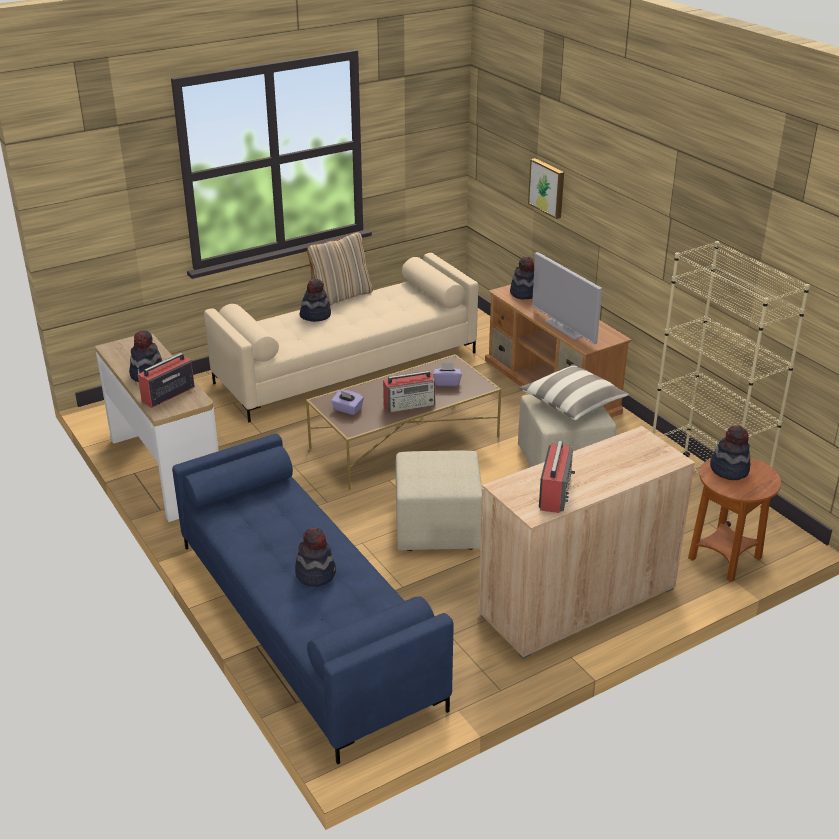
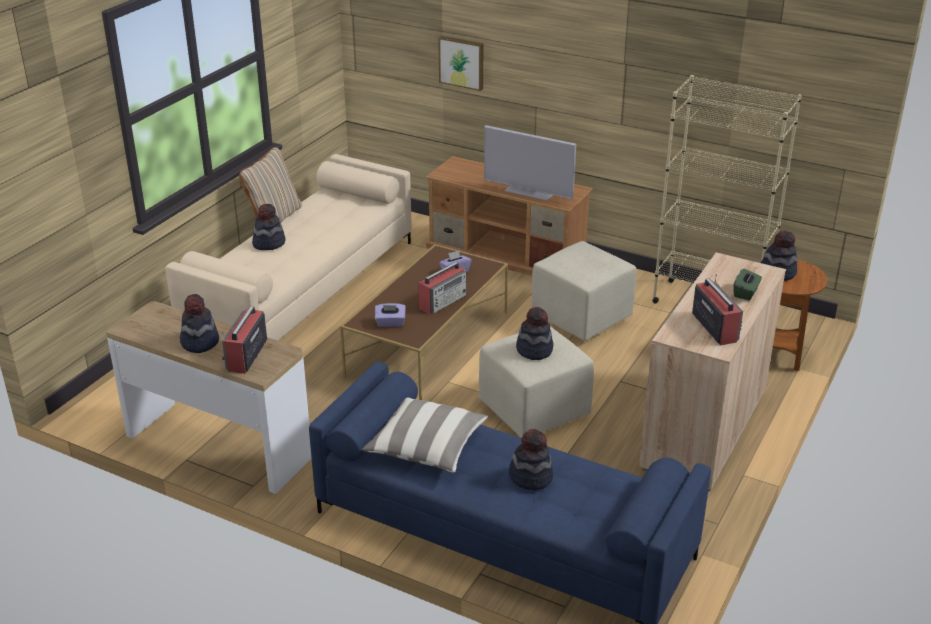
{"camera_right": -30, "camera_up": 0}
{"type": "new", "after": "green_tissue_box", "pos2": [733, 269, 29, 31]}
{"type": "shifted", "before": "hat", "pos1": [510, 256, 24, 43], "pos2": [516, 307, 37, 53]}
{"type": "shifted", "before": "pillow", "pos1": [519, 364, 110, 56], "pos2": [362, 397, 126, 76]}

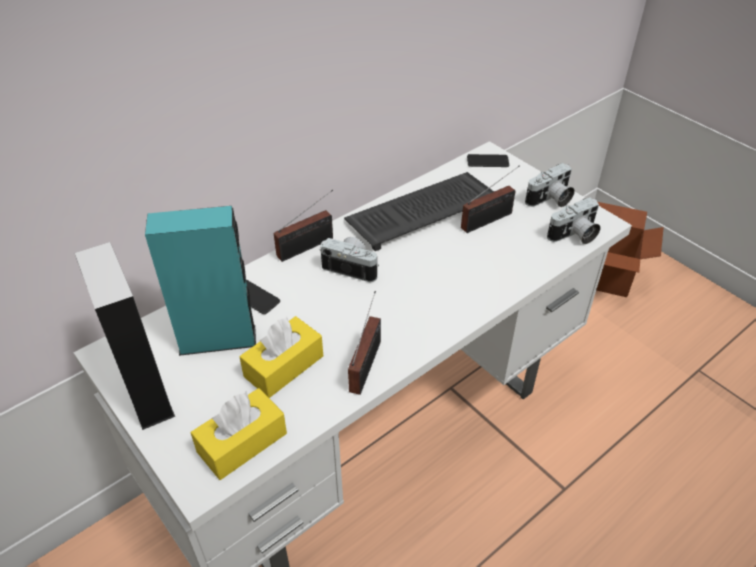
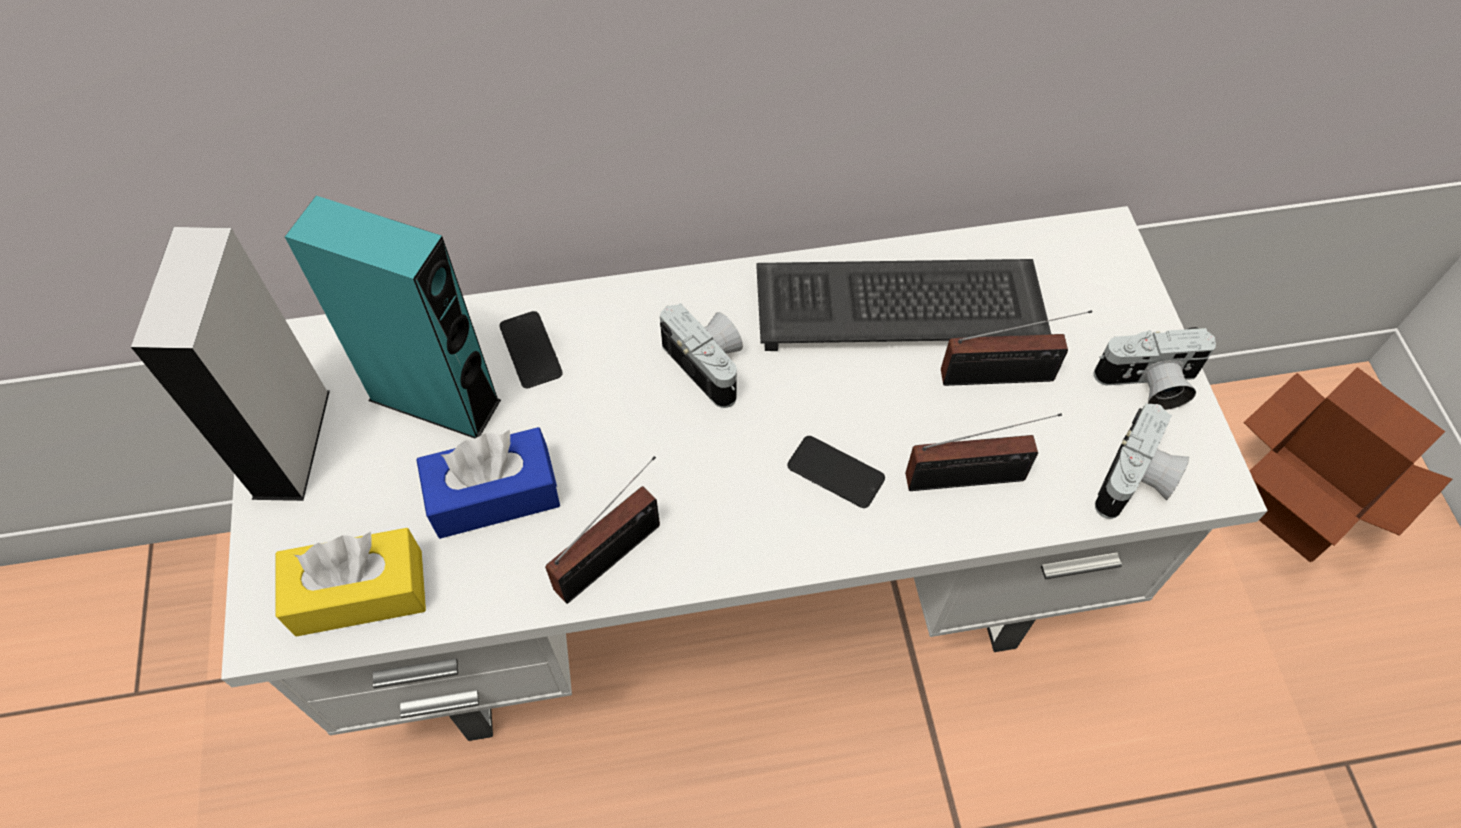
{"camera_right": 30, "camera_up": 15}
{"type": "shifted", "before": "radio", "pos1": [274, 189, 59, 73], "pos2": [905, 413, 157, 78]}
{"type": "shifted", "before": "phone", "pos1": [467, 154, 42, 13], "pos2": [787, 436, 98, 72]}
{"type": "repainted", "before": "yellow_tissue_box", "after": "blue_tissue_box", "pos1": [240, 316, 83, 82], "pos2": [416, 427, 144, 112]}
{"type": "rotated", "before": "photo_camera", "pos1": [547, 197, 54, 47], "pos2": [1095, 404, 94, 115], "turn": -60}

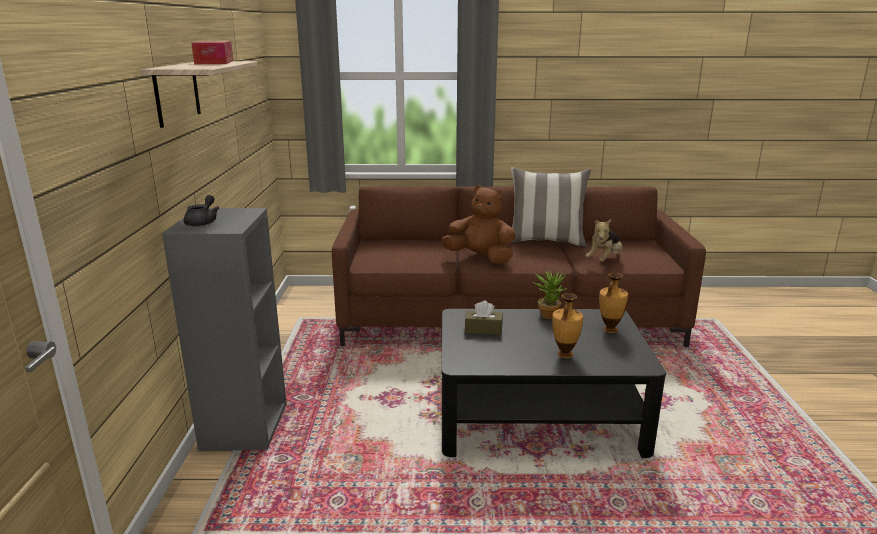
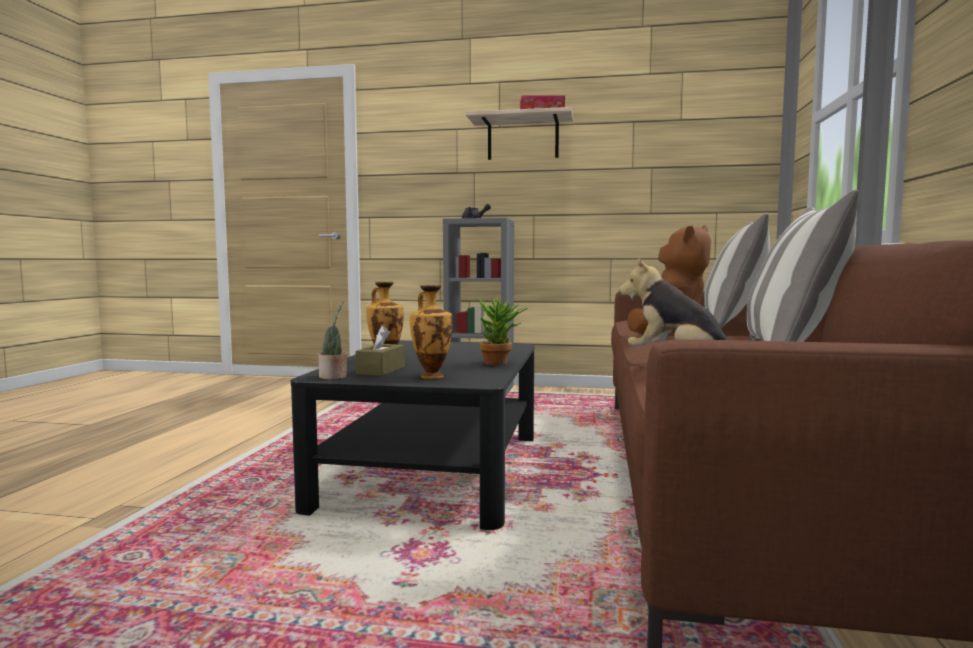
{"camera_right": 100, "camera_up": -15}
{"type": "new", "after": "potted_plant", "pos2": [318, 301, 29, 78]}
{"type": "new", "after": "pillow", "pos2": [704, 213, 66, 115]}
{"type": "shifted", "before": "brown_tissue_box", "pos1": [465, 300, 38, 35], "pos2": [356, 325, 49, 51]}

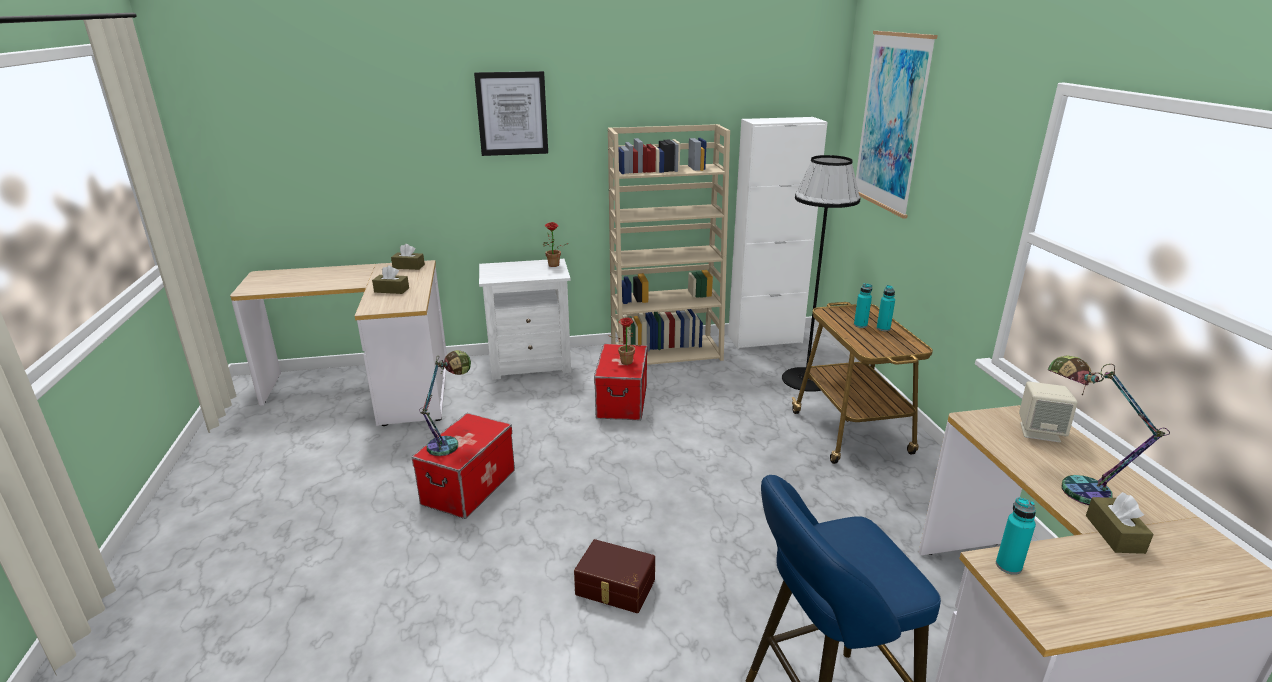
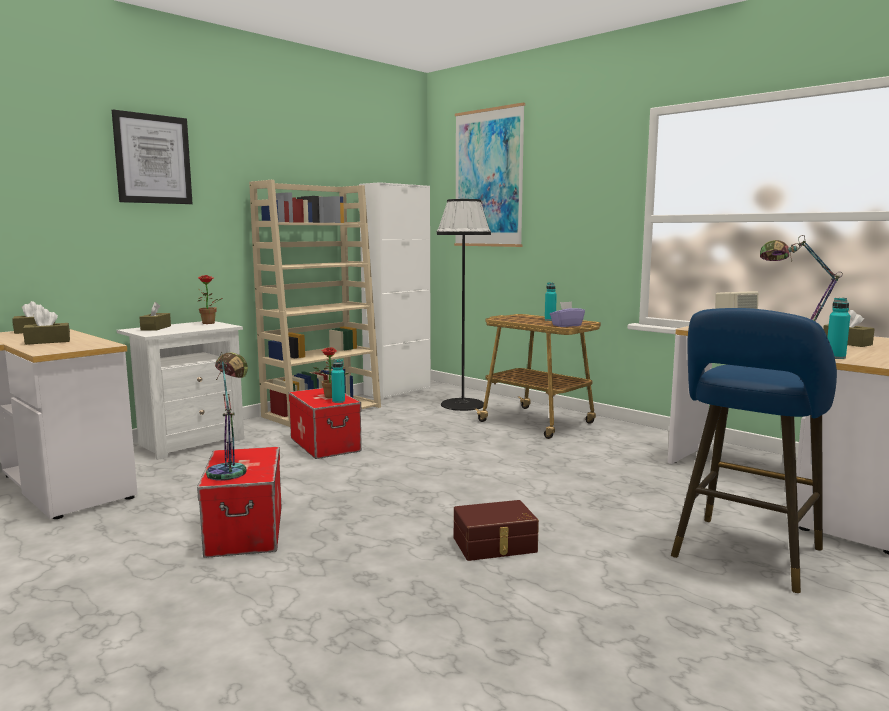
{"camera_right": -35, "camera_up": -15}
{"type": "new", "after": "brown_tissue_box", "pos2": [139, 302, 32, 29]}
{"type": "new", "after": "purple_tissue_box", "pos2": [550, 301, 35, 26]}
{"type": "shifted", "before": "turquoise_bottle", "pos1": [854, 283, 18, 45], "pos2": [331, 359, 14, 44]}

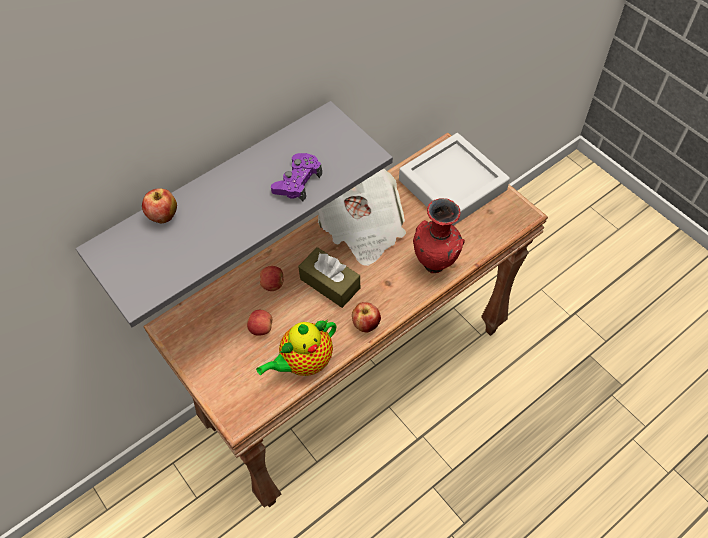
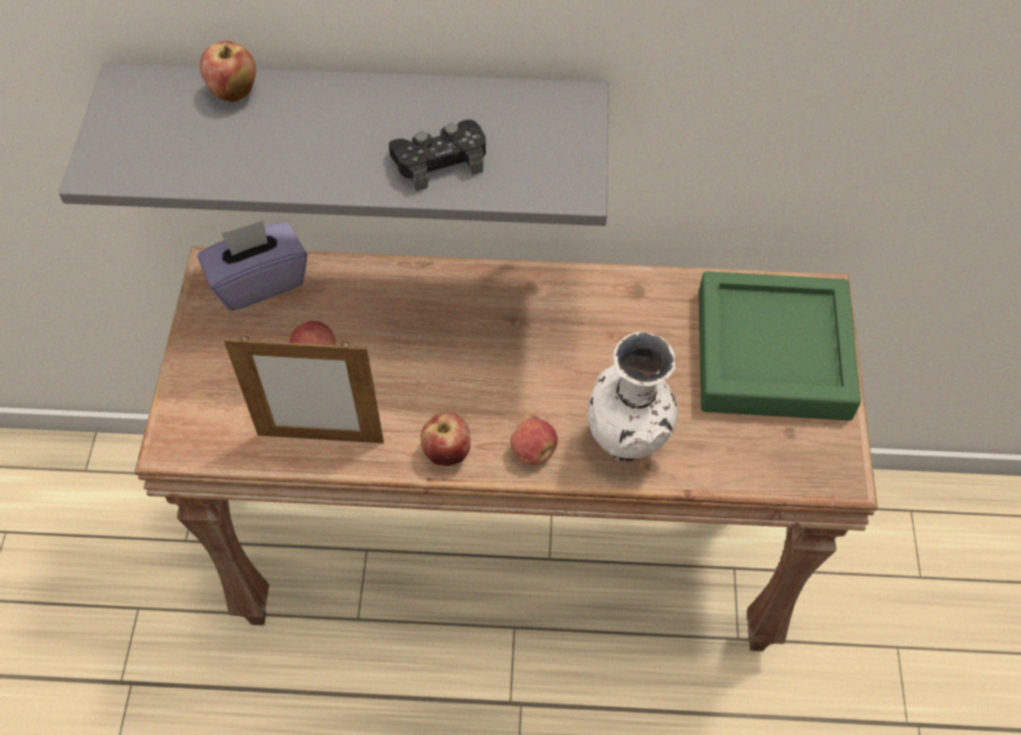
{"camera_right": 40, "camera_up": 0}
{"type": "gone", "before": "brown_tissue_box", "pos1": [298, 247, 62, 61]}
{"type": "gone", "before": "newspaper", "pos1": [318, 168, 88, 98]}
{"type": "new", "after": "purple_tissue_box", "pos2": [198, 220, 109, 91]}
{"type": "shifted", "before": "apple", "pos1": [260, 266, 23, 25], "pos2": [510, 418, 48, 47]}
{"type": "swapped", "before": "teapot", "after": "picture_frame", "pos1": [256, 319, 80, 57], "pos2": [224, 336, 160, 107]}
{"type": "repainted", "before": "purple_game_controller", "after": "black_game_controller", "pos1": [271, 153, 51, 48], "pos2": [389, 120, 97, 71]}
{"type": "repainted", "before": "grey_tray", "after": "green_tray", "pos1": [399, 133, 111, 93], "pos2": [699, 271, 162, 150]}
{"type": "repainted", "before": "red_vase", "after": "white_vase", "pos1": [413, 198, 52, 75], "pos2": [588, 332, 90, 130]}

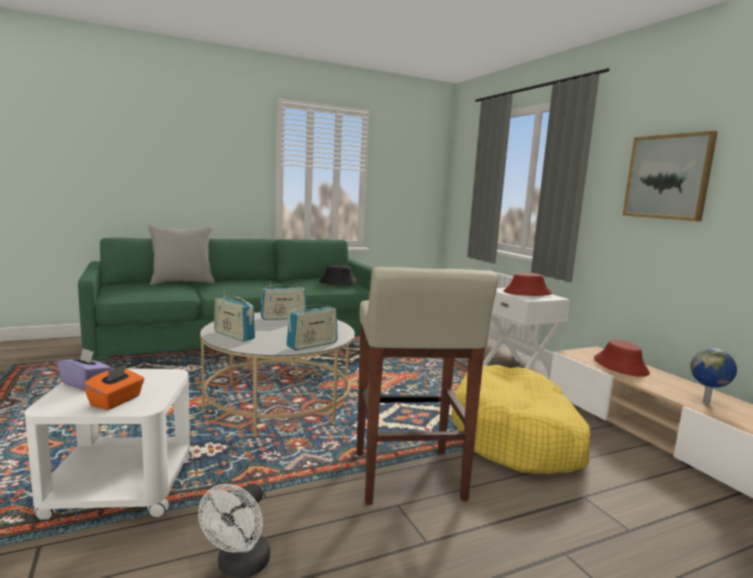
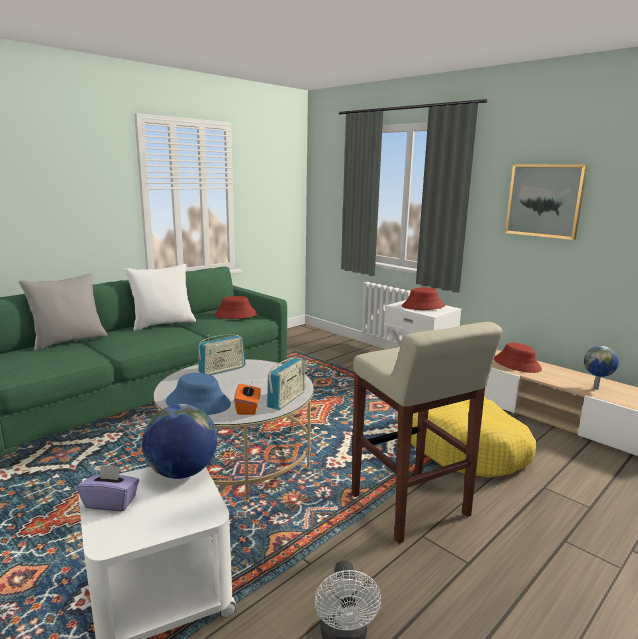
{"camera_right": -20, "camera_up": 5}
{"type": "new", "after": "white_pillow", "pos2": [124, 264, 72, 67]}
{"type": "new", "after": "globe", "pos2": [142, 404, 75, 75]}
{"type": "shifted", "before": "orange_tissue_box", "pos1": [83, 364, 62, 46], "pos2": [234, 383, 27, 32]}
{"type": "swapped", "before": "radio", "after": "blue_hat", "pos1": [214, 290, 41, 52], "pos2": [166, 373, 65, 42]}
{"type": "repainted", "before": "black_hat", "after": "red_hat", "pos1": [319, 265, 40, 20], "pos2": [214, 296, 44, 23]}

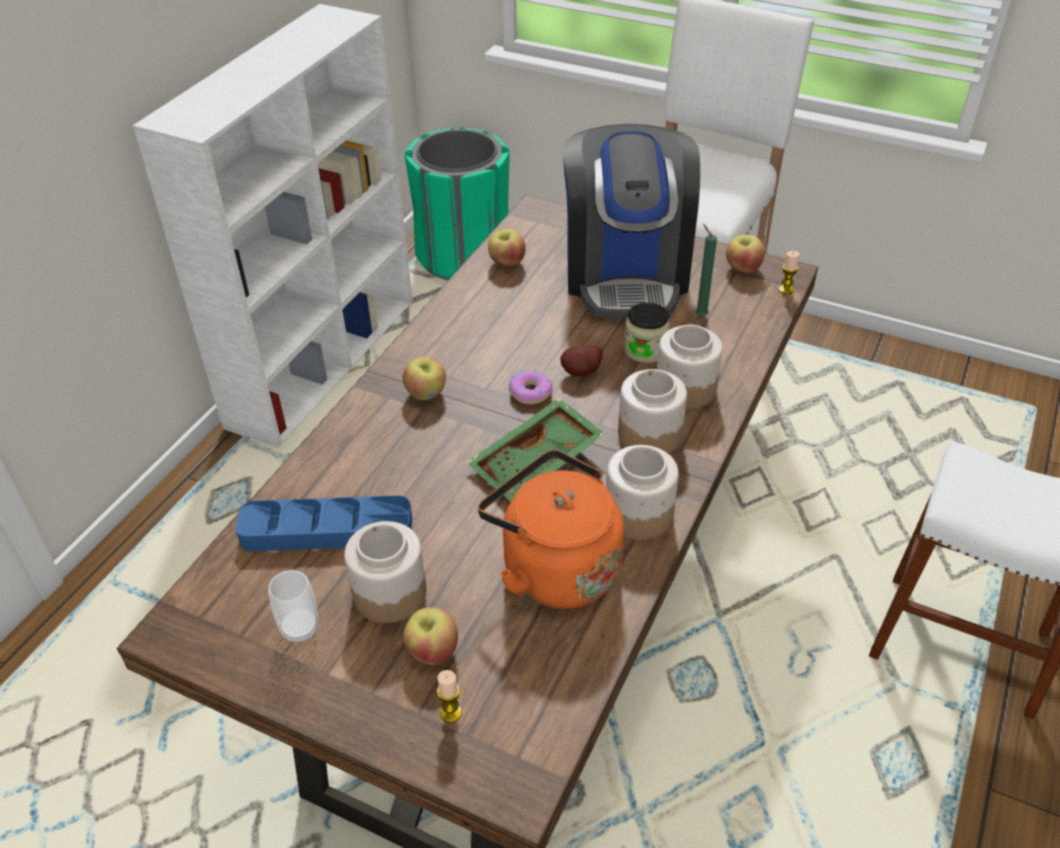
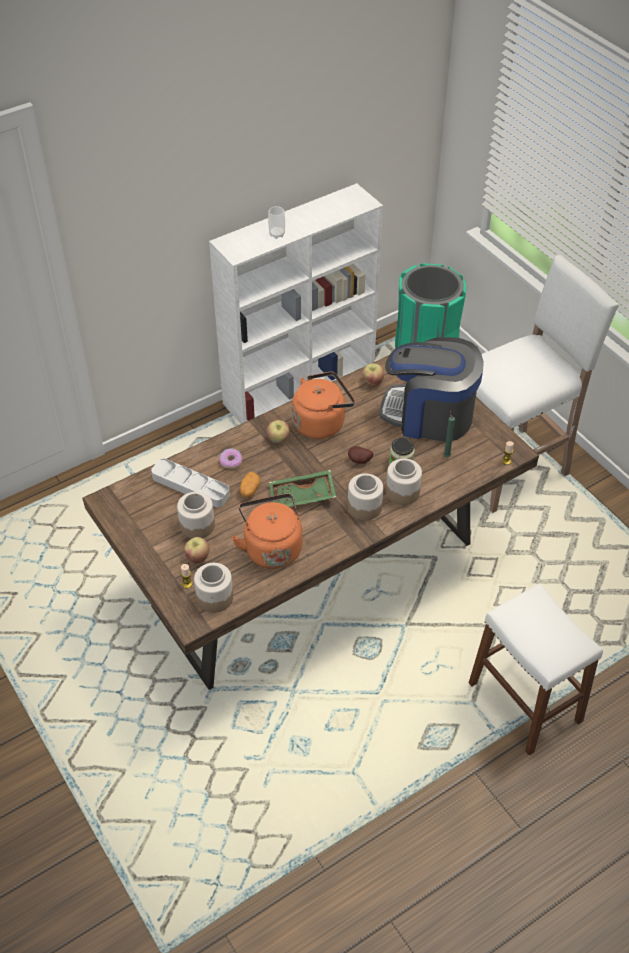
{"camera_right": 30, "camera_up": 5}
{"type": "gone", "before": "apple", "pos1": [726, 234, 39, 40]}
{"type": "new", "after": "potato", "pos2": [240, 472, 20, 26]}
{"type": "new", "after": "orange_kettle", "pos2": [292, 371, 63, 68]}
{"type": "shifted", "before": "cup", "pos1": [268, 570, 51, 73], "pos2": [268, 206, 17, 33]}
{"type": "shifted", "before": "donut", "pos1": [509, 370, 44, 35], "pos2": [219, 448, 23, 21]}
{"type": "shifted", "before": "jar", "pos1": [606, 445, 73, 95], "pos2": [194, 563, 39, 50]}
{"type": "repainted", "before": "blue_tray", "after": "grey_tray", "pos1": [235, 495, 177, 56], "pos2": [151, 459, 79, 48]}
{"type": "rotated", "before": "coffee_machine", "pos1": [563, 124, 137, 195], "pos2": [380, 337, 104, 104], "turn": 75}

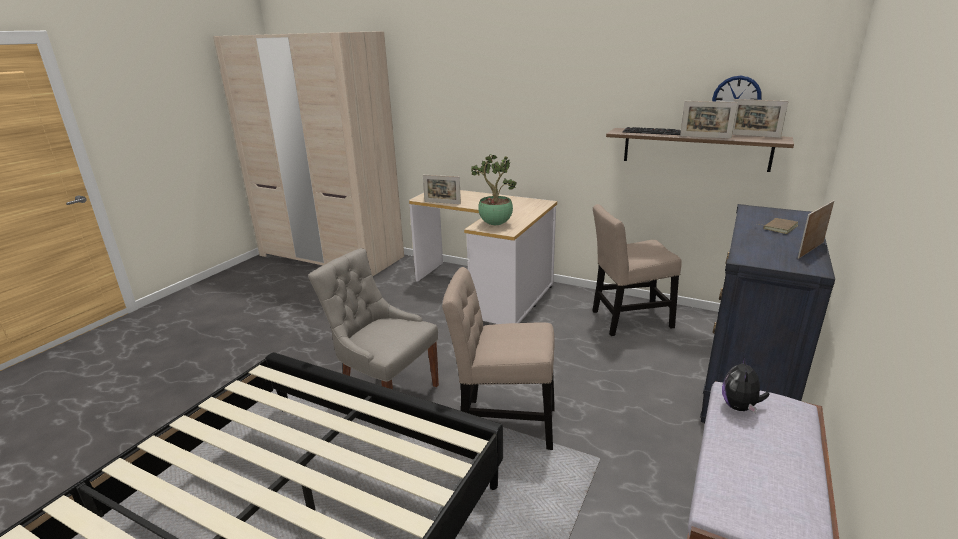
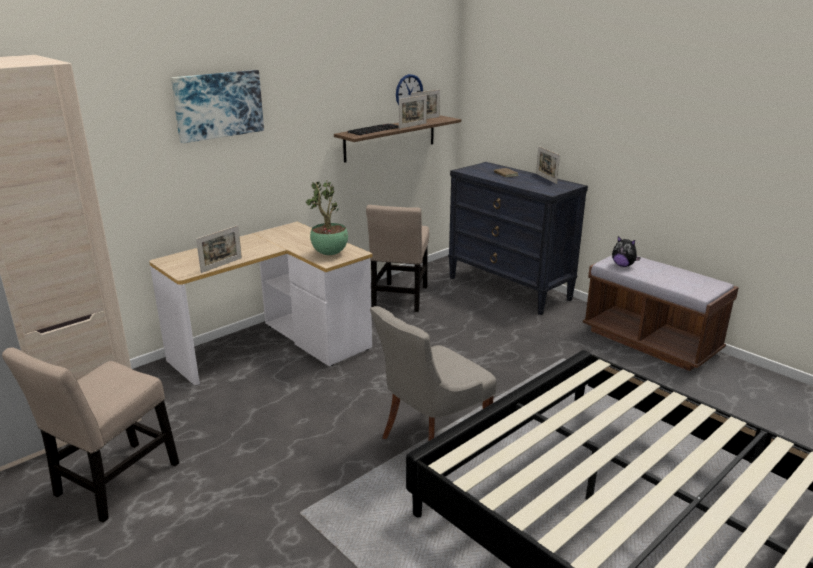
{"camera_right": -70, "camera_up": 0}
{"type": "new", "after": "picture", "pos2": [171, 70, 93, 73]}
{"type": "shifted", "before": "beige_chair", "pos1": [442, 267, 113, 183], "pos2": [2, 348, 177, 175]}

